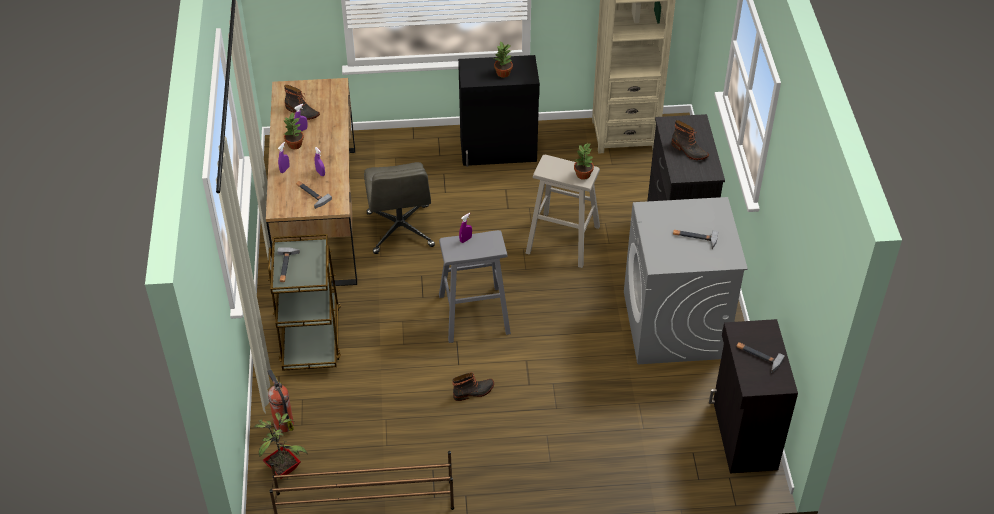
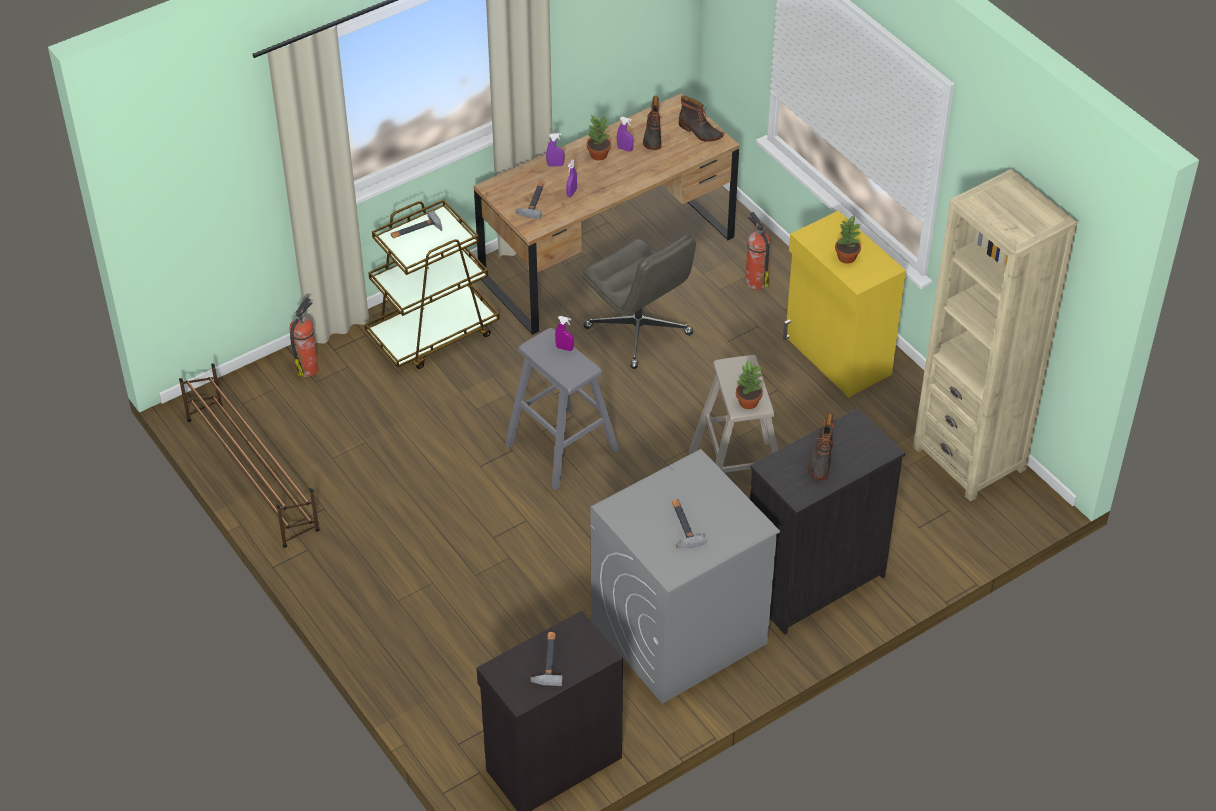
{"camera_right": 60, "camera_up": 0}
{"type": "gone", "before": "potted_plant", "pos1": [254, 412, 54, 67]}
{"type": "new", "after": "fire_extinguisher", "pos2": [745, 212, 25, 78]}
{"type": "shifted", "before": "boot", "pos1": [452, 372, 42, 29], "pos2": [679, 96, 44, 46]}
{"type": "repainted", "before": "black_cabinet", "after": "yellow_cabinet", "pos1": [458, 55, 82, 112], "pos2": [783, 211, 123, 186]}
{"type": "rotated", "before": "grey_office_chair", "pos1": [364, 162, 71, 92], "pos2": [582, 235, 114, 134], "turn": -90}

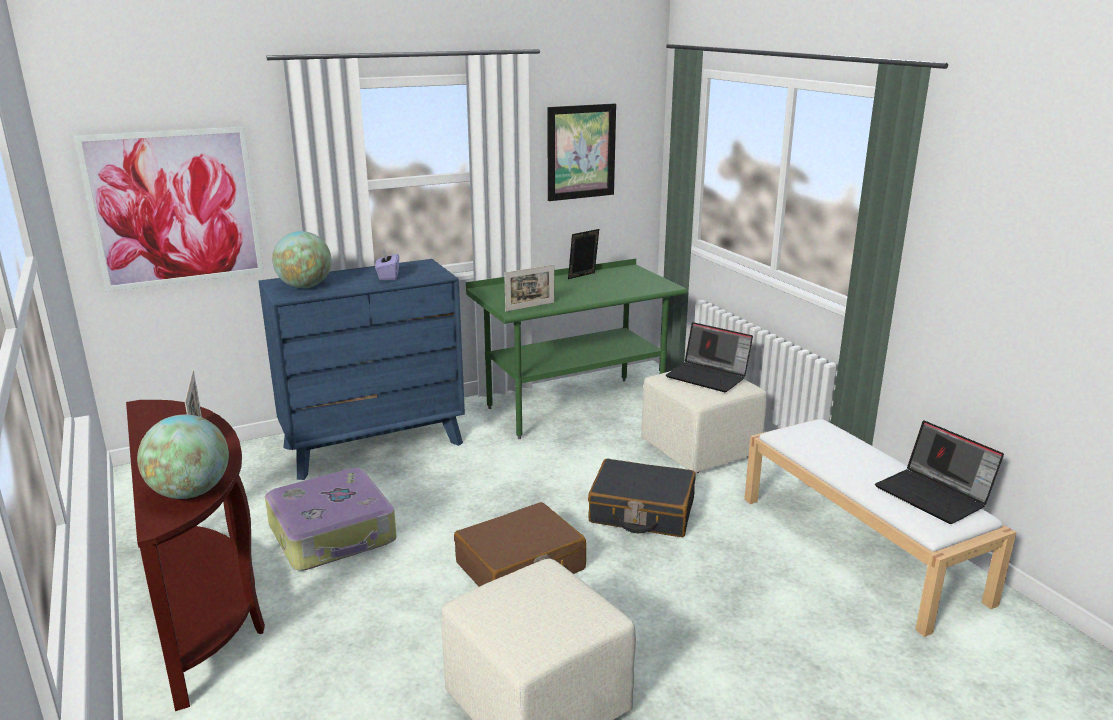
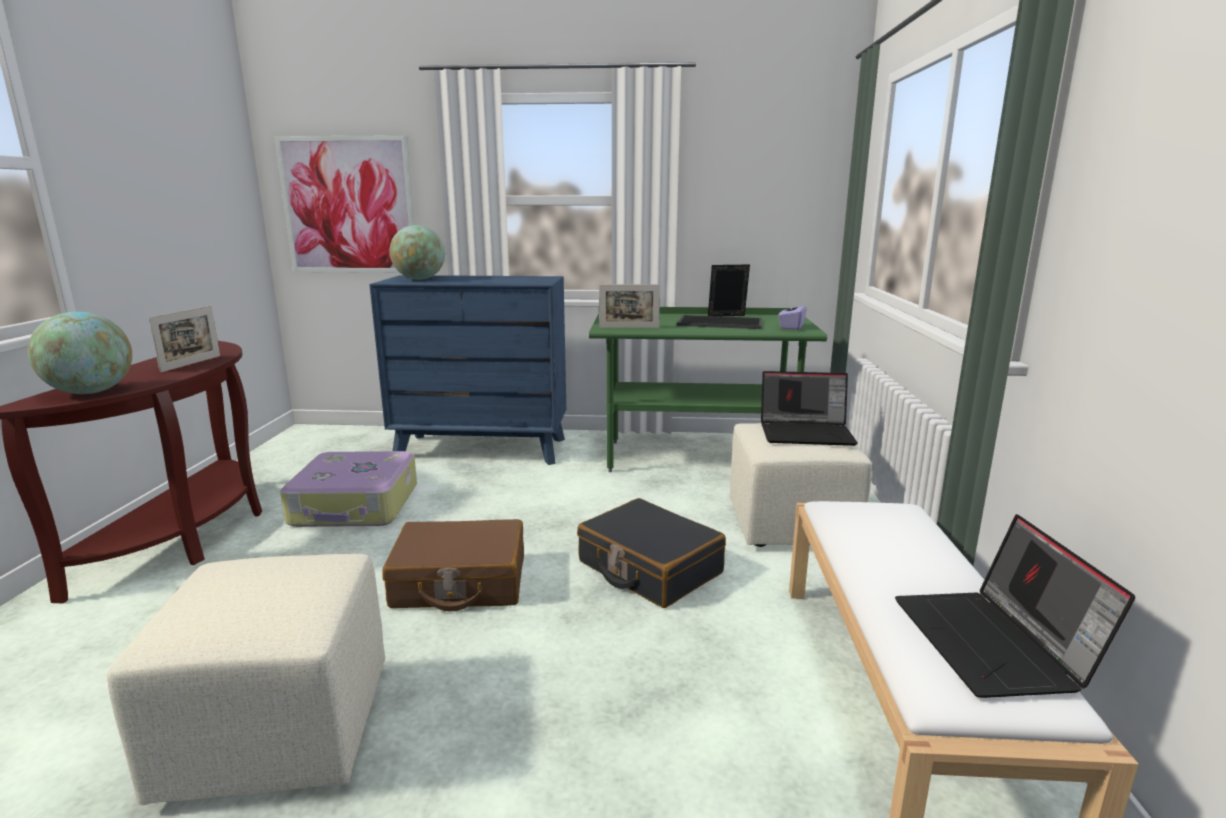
{"camera_right": 30, "camera_up": -5}
{"type": "gone", "before": "picture", "pos1": [547, 103, 69, 98]}
{"type": "new", "after": "tray", "pos2": [677, 315, 85, 14]}
{"type": "shifted", "before": "purple_tissue_box", "pos1": [375, 249, 24, 31], "pos2": [778, 299, 29, 31]}
{"type": "rotated", "before": "laptop", "pos1": [666, 322, 87, 70], "pos2": [761, 371, 97, 75], "turn": -60}

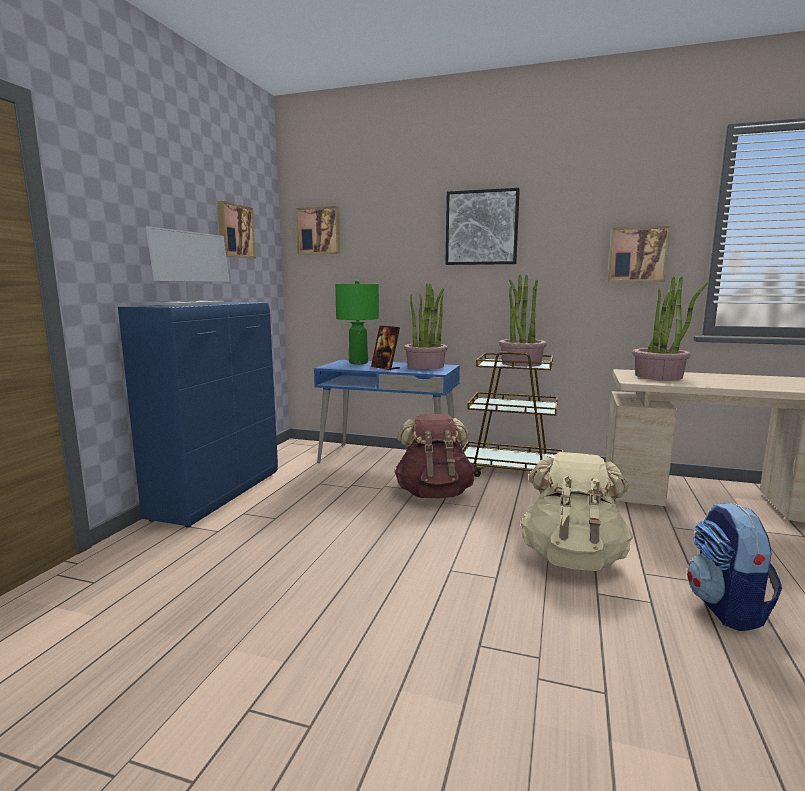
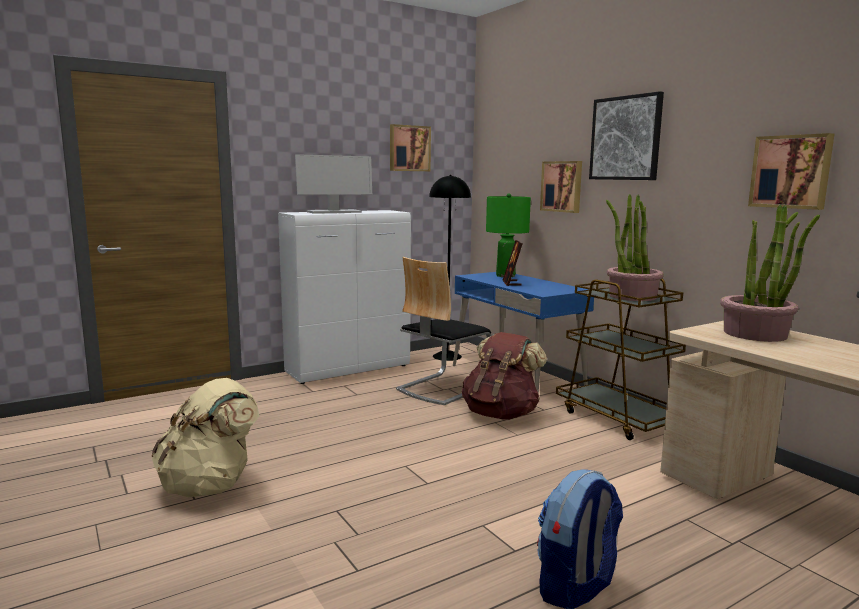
{"camera_right": 40, "camera_up": 0}
{"type": "gone", "before": "potted_plant", "pos1": [404, 284, 44, 85]}
{"type": "new", "after": "chair", "pos2": [396, 257, 96, 148]}
{"type": "new", "after": "black_floor_lamp", "pos2": [429, 175, 42, 186]}
{"type": "shifted", "before": "picture", "pos1": [296, 206, 44, 49], "pos2": [540, 161, 42, 52]}
{"type": "shifted", "before": "beige_backpack", "pos1": [520, 452, 113, 119], "pos2": [151, 378, 108, 120]}
{"type": "repainted", "before": "blue_cabinet", "after": "white_cabinet", "pos1": [118, 302, 160, 226], "pos2": [278, 210, 133, 174]}

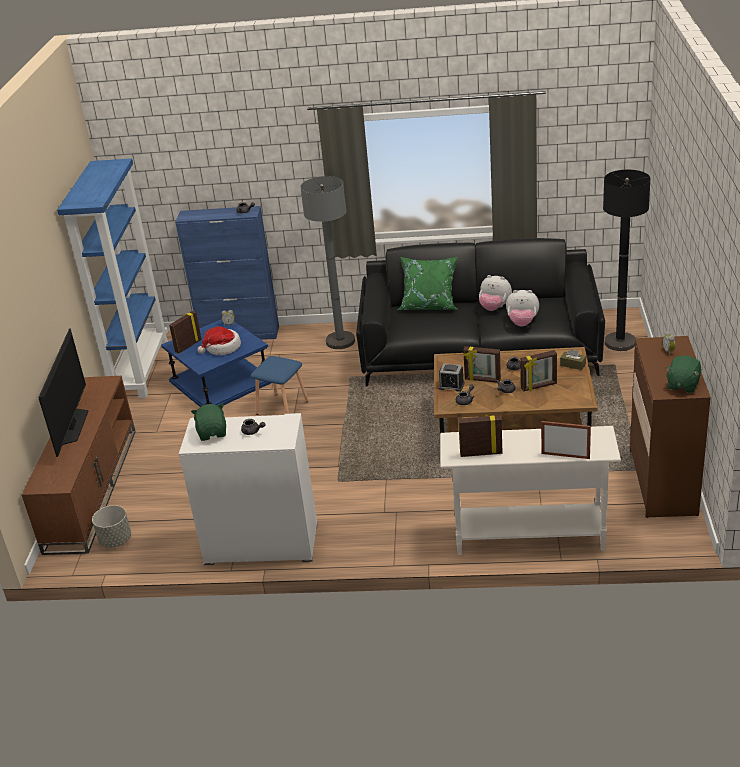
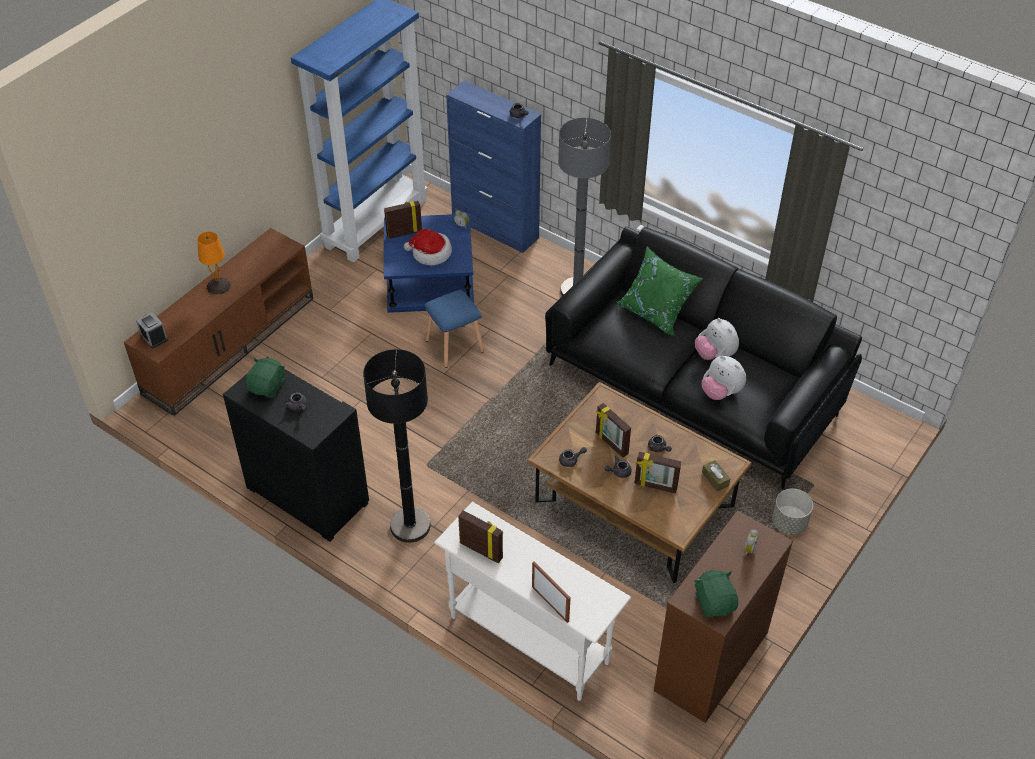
{"camera_right": 30, "camera_up": 15}
{"type": "shifted", "before": "grey_planter", "pos1": [92, 505, 39, 43], "pos2": [772, 488, 41, 47]}
{"type": "shifted", "before": "alarm_clock", "pos1": [439, 363, 26, 29], "pos2": [136, 312, 32, 36]}
{"type": "shifted", "before": "black_floor_lamp", "pos1": [603, 170, 48, 181], "pos2": [363, 349, 68, 194]}
{"type": "swapped", "before": "television", "after": "orange_table_lamp", "pos1": [38, 328, 50, 129], "pos2": [197, 232, 34, 62]}
{"type": "repainted", "before": "white_cabinet", "after": "black_cabinet", "pos1": [179, 413, 138, 152], "pos2": [223, 357, 146, 185]}
{"type": "rotated", "before": "green_plush_toy", "pos1": [665, 356, 37, 37], "pos2": [694, 570, 44, 47], "turn": 105}

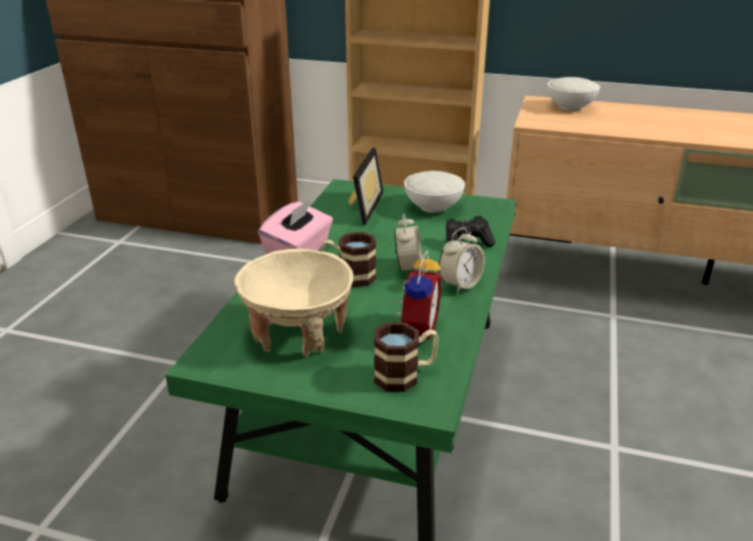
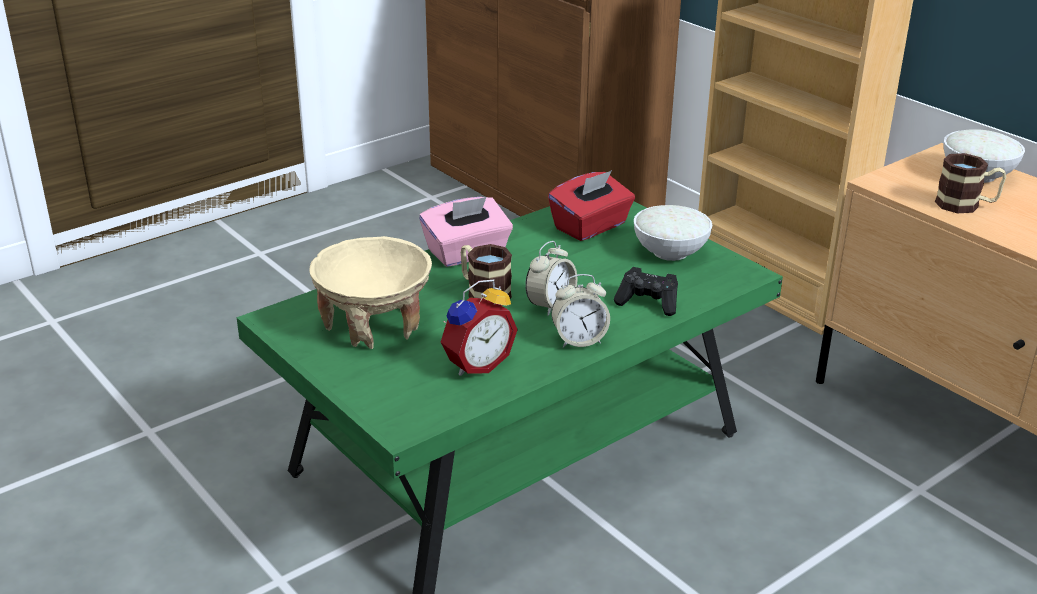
{"camera_right": 35, "camera_up": 0}
{"type": "shifted", "before": "mug", "pos1": [374, 322, 65, 70], "pos2": [935, 153, 71, 60]}
{"type": "swapped", "before": "picture_frame", "after": "red_tissue_box", "pos1": [348, 148, 36, 77], "pos2": [548, 170, 87, 71]}

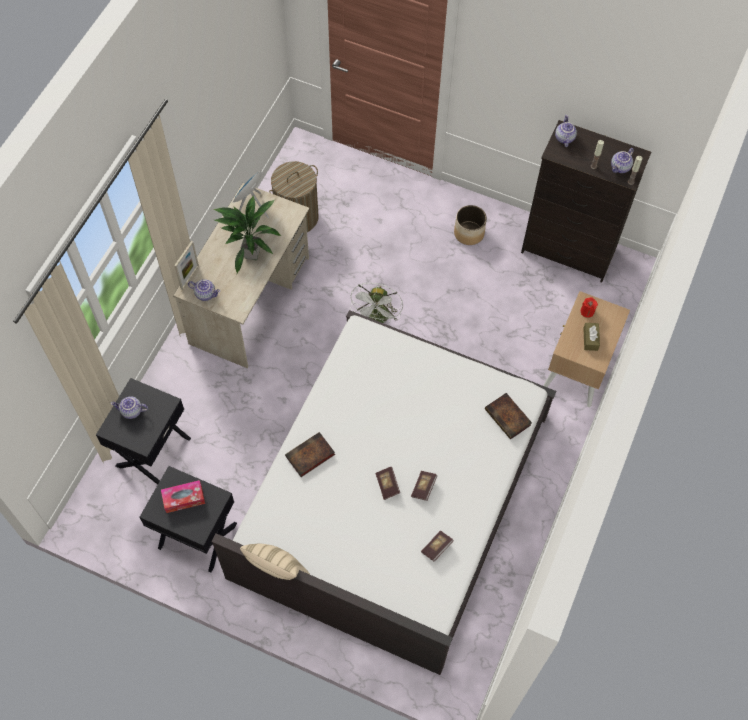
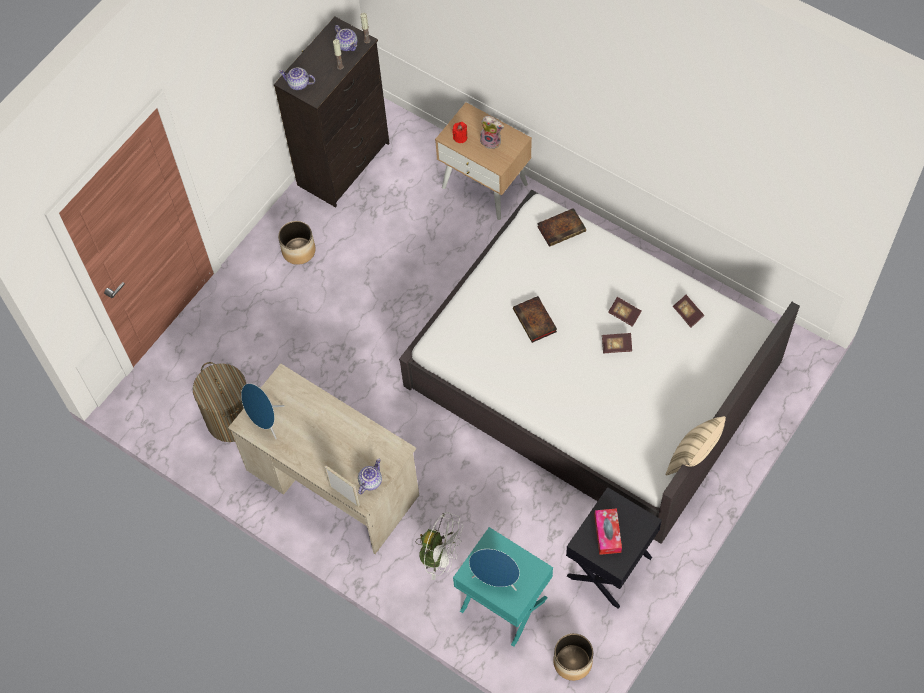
{"camera_right": -75, "camera_up": 0}
{"type": "gone", "before": "potted_plant", "pos1": [213, 196, 68, 77]}
{"type": "new", "after": "planter", "pos2": [553, 633, 40, 48]}
{"type": "shifted", "before": "book", "pos1": [285, 432, 50, 45], "pos2": [513, 296, 44, 47]}
{"type": "shifted", "before": "white_fan", "pos1": [350, 283, 53, 42], "pos2": [417, 512, 46, 68]}
{"type": "swapped", "before": "teapot", "after": "blue_speaker", "pos1": [111, 396, 37, 23], "pos2": [469, 549, 51, 42]}
{"type": "swapped", "before": "brown_tissue_box", "after": "plush_toy", "pos1": [583, 323, 17, 28], "pos2": [480, 116, 24, 33]}
{"type": "repainted", "before": "black_nightstand", "after": "turquoise_nightstand", "pos1": [96, 378, 95, 107], "pos2": [453, 527, 100, 120]}

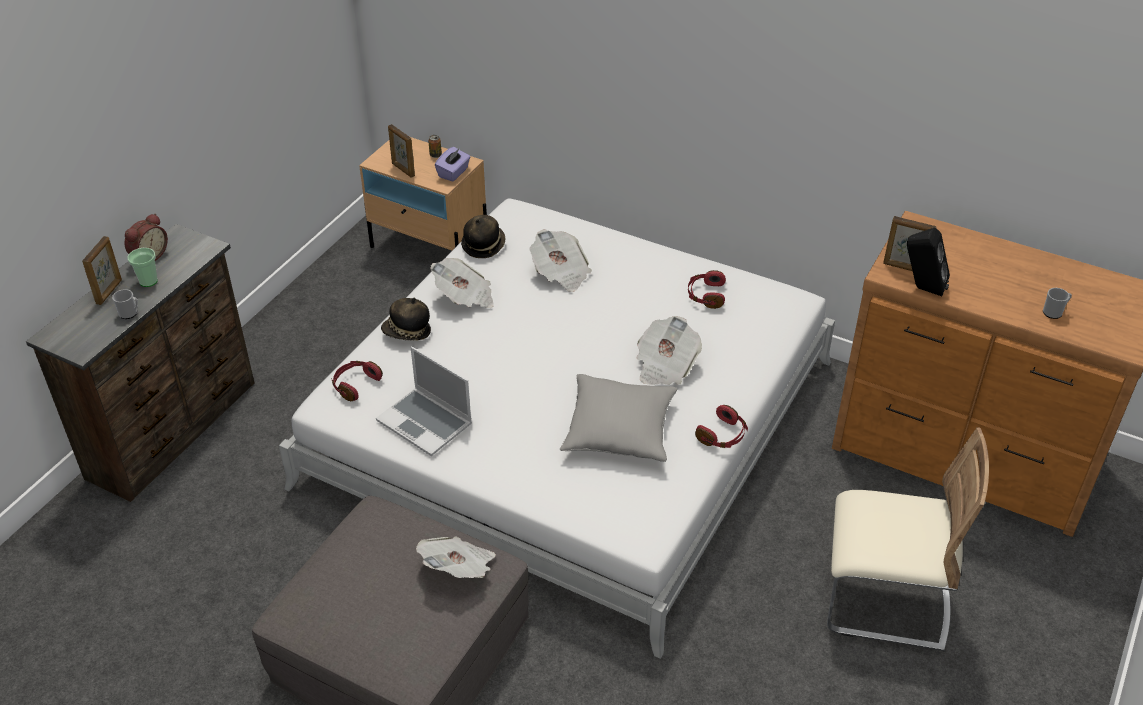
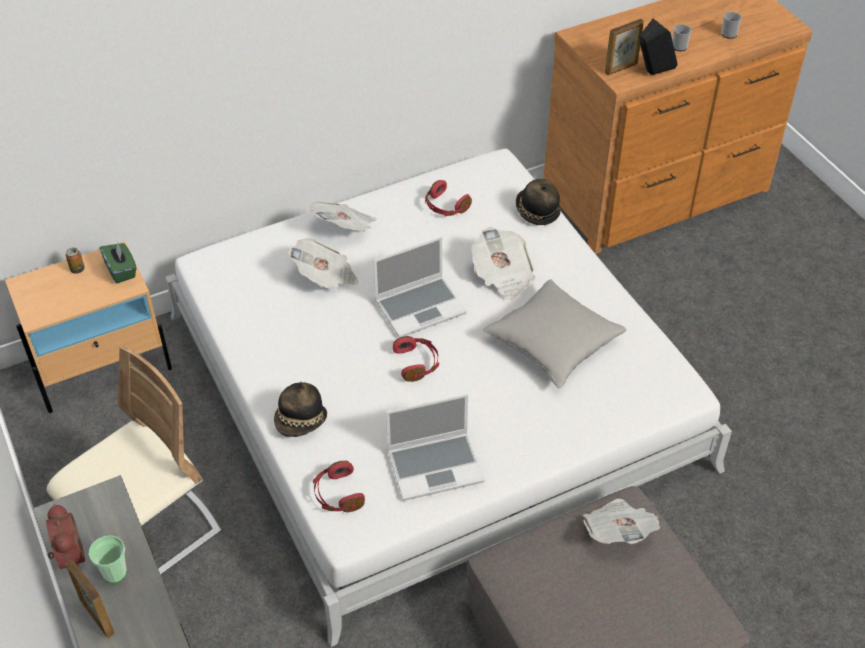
{"camera_right": -55, "camera_up": 5}
{"type": "gone", "before": "picture_frame", "pos1": [388, 124, 27, 54]}
{"type": "new", "after": "laptop", "pos2": [374, 237, 93, 101]}
{"type": "shifted", "before": "mug", "pos1": [112, 289, 26, 30], "pos2": [672, 24, 19, 27]}
{"type": "shifted", "before": "newspaper", "pos1": [430, 258, 64, 50], "pos2": [310, 201, 66, 31]}
{"type": "shifted", "before": "hat", "pos1": [461, 215, 45, 43], "pos2": [516, 179, 45, 46]}
{"type": "shifted", "before": "red_headphones", "pos1": [695, 405, 53, 43], "pos2": [393, 336, 46, 46]}
{"type": "shifted", "before": "beige_chair", "pos1": [827, 427, 162, 224], "pos2": [47, 346, 174, 229]}
{"type": "repainted", "before": "purple_tissue_box", "after": "green_tissue_box", "pos1": [435, 147, 35, 34], "pos2": [100, 242, 37, 41]}

